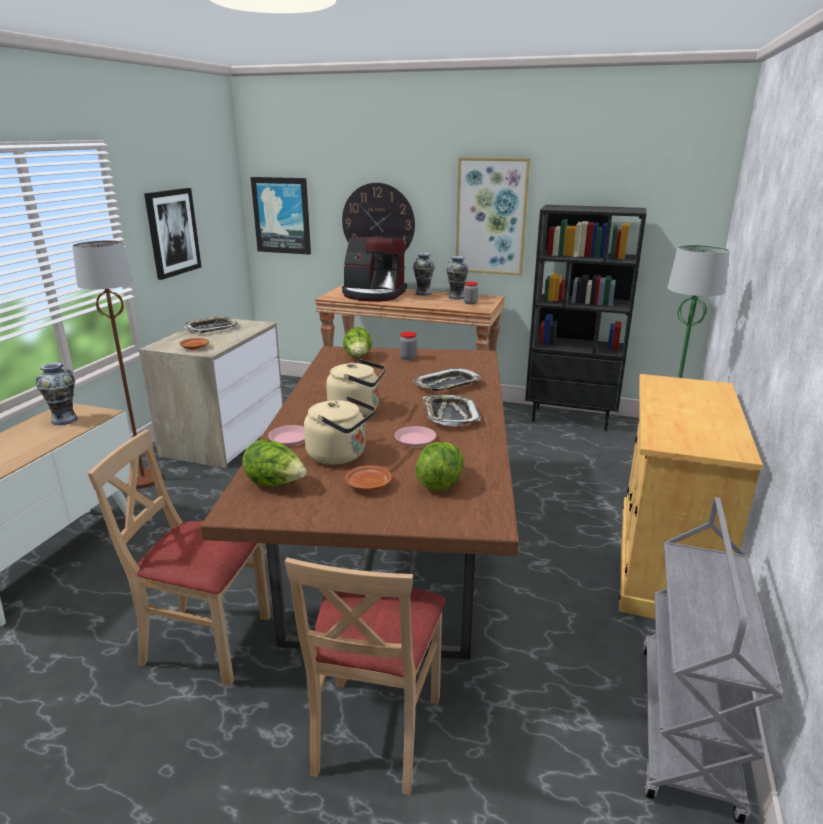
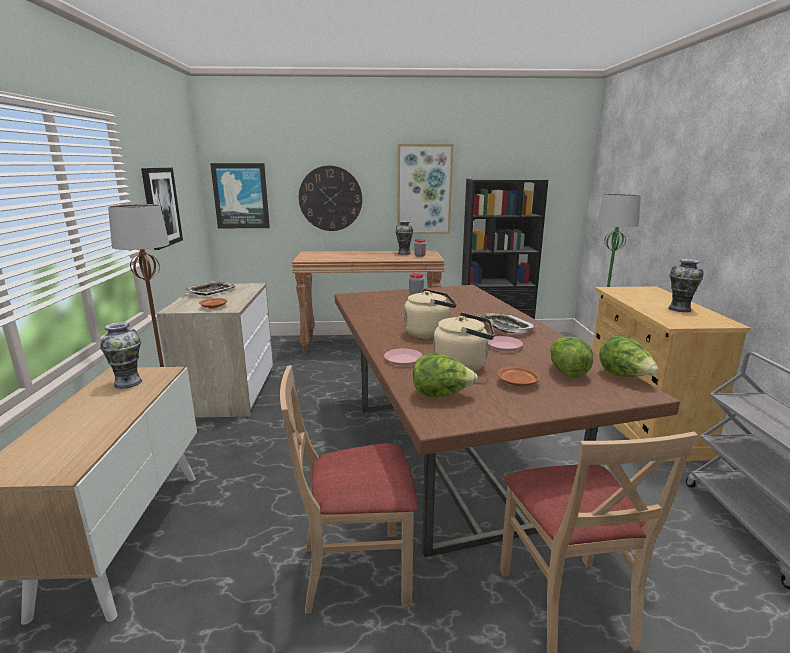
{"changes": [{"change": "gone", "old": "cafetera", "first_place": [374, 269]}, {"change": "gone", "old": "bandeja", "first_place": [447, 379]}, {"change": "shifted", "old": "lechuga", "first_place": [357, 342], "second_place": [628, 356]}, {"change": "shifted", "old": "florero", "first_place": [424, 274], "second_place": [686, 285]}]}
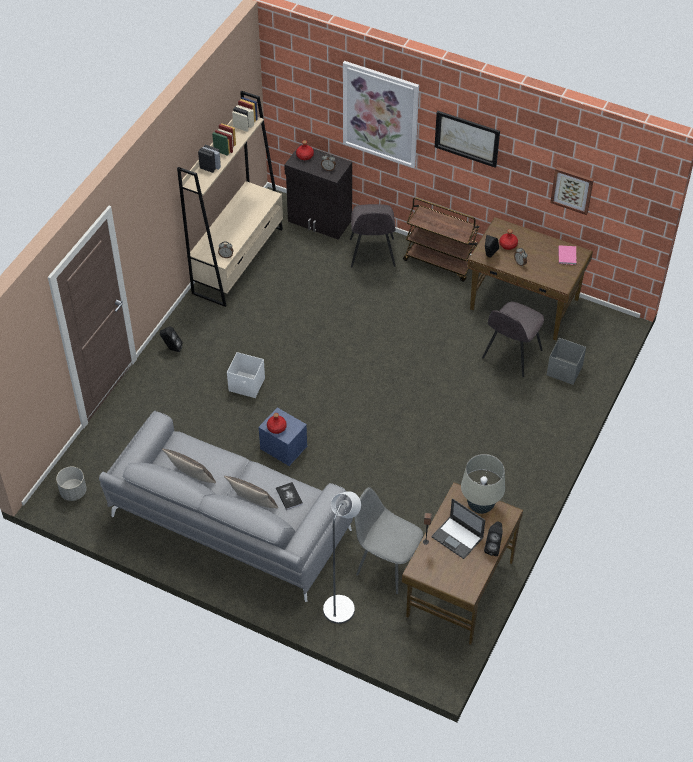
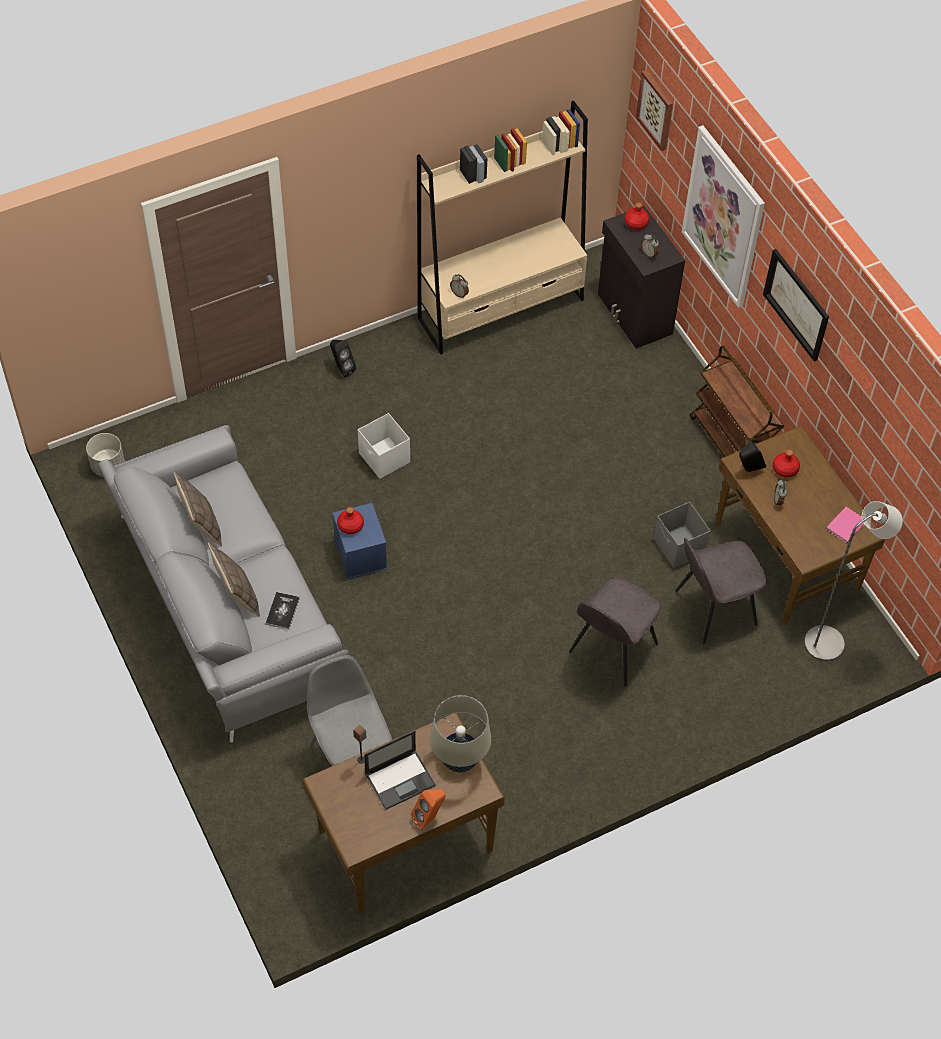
{"changes": [{"change": "shifted", "old": "lámpara de pie (gris)", "first_place": [342, 557], "second_place": [853, 581]}, {"change": "shifted", "old": "silla (gris)", "first_place": [373, 236], "second_place": [615, 632]}, {"change": "shifted", "old": "caja de almacenaje (gris)", "first_place": [566, 361], "second_place": [682, 535]}, {"change": "shifted", "old": "cuadro", "first_place": [572, 191], "second_place": [654, 110]}, {"change": "repainted", "old": "altavoz (negro)", "new": "altavoz (naranja)", "first_place": [493, 539], "second_place": [428, 809]}, {"change": "rotated", "old": "portátil", "first_place": [458, 528], "second_place": [400, 770], "degrees": -105}]}
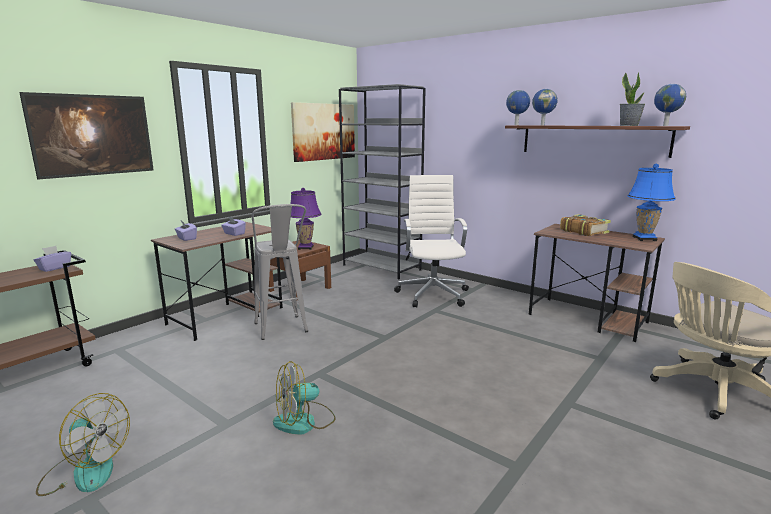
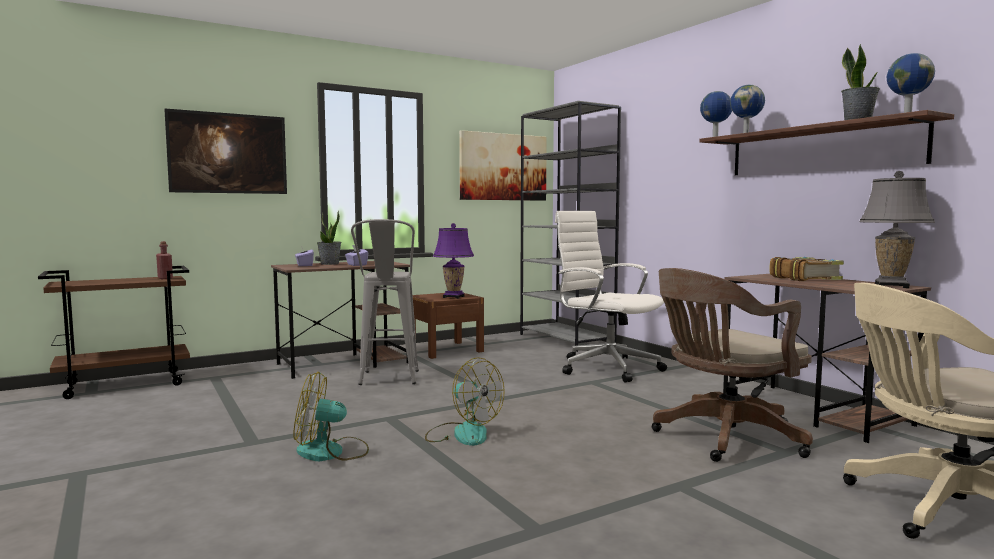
{"changes": [{"change": "new", "new": "planta en maceta", "second_place": [329, 238]}, {"change": "new", "new": "silla de oficina (marrón)", "second_place": [732, 365]}, {"change": "shifted", "old": "ventilador", "first_place": [83, 444], "second_place": [465, 401]}, {"change": "swapped", "old": "caja de pañuelos (morado)", "new": "botella (rojo)", "first_place": [52, 259], "second_place": [164, 260]}, {"change": "repainted", "old": "lámpara de mesa (azul)", "new": "lámpara de mesa (gris)", "first_place": [652, 202], "second_place": [897, 229]}, {"change": "rotated", "old": "silla de oficina (blanco)", "first_place": [431, 241], "second_place": [611, 297], "degrees": -60}]}
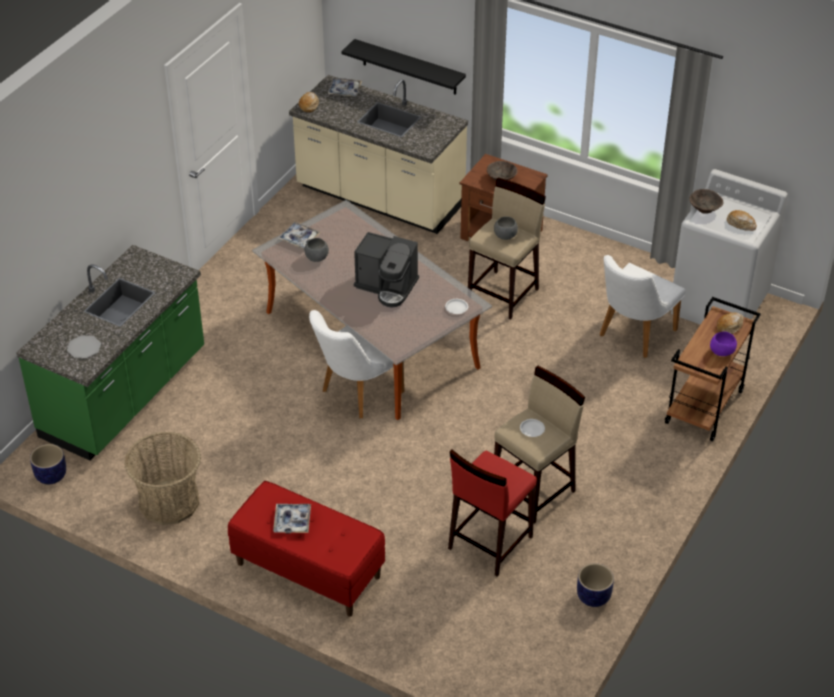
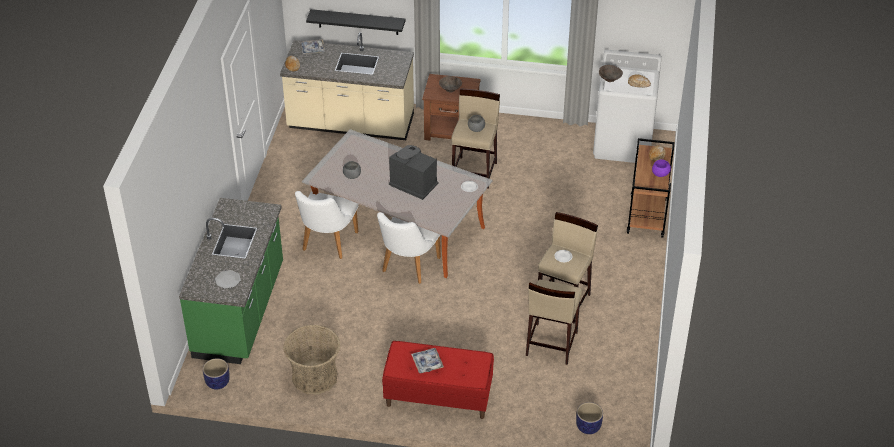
{"changes": [{"change": "gone", "old": "bandeja", "first_place": [299, 235]}, {"change": "shifted", "old": "maceta", "first_place": [595, 585], "second_place": [589, 418]}, {"change": "shifted", "old": "silla (blanco)", "first_place": [642, 306], "second_place": [327, 225]}, {"change": "repainted", "old": "taburete (rojo)", "new": "taburete (beis)", "first_place": [492, 513], "second_place": [554, 322]}, {"change": "rotated", "old": "cafetera", "first_place": [386, 269], "second_place": [413, 172], "degrees": -150}]}
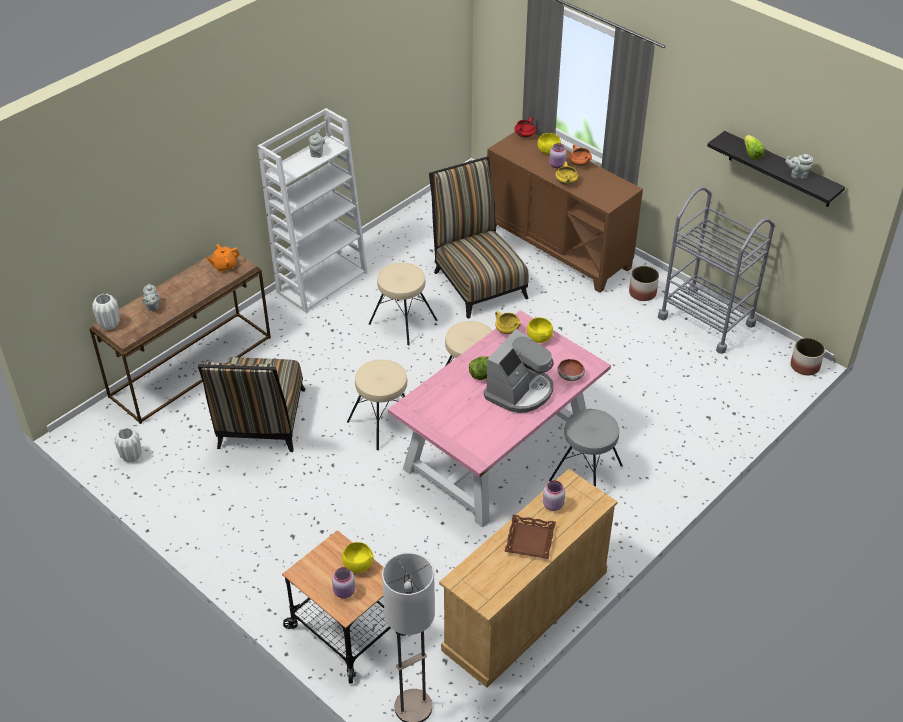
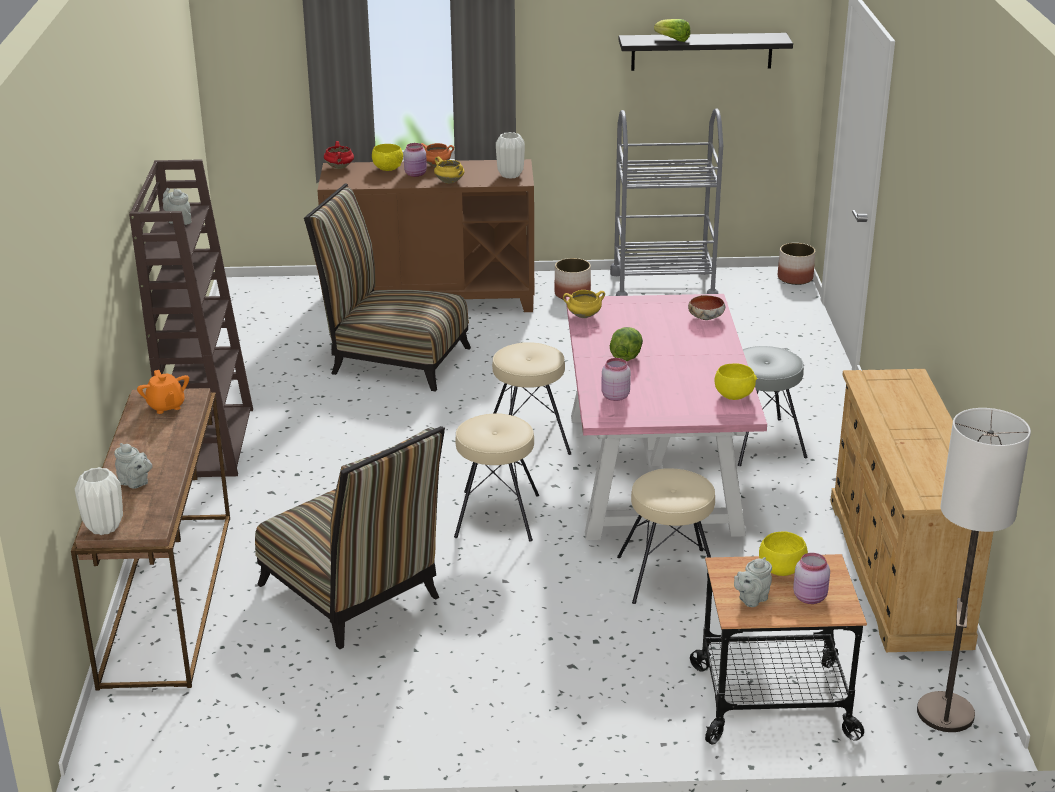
{"changes": [{"change": "gone", "old": "cafetera", "first_place": [519, 371]}, {"change": "gone", "old": "bandeja (marrón)", "first_place": [530, 537]}, {"change": "shifted", "old": "florero (blanco)", "first_place": [128, 445], "second_place": [510, 155]}, {"change": "shifted", "old": "taburete (beis)", "first_place": [403, 304], "second_place": [666, 536]}, {"change": "shifted", "old": "cuenco (amarillo)", "first_place": [540, 330], "second_place": [736, 382]}, {"change": "shifted", "old": "tarro (rosa)", "first_place": [554, 495], "second_place": [616, 379]}, {"change": "shifted", "old": "tetera (gris)", "first_place": [799, 166], "second_place": [753, 582]}, {"change": "repainted", "old": "estantería (blanco)", "new": "estantería (marrón)", "first_place": [313, 210], "second_place": [191, 318]}, {"change": "rotated", "old": "tetera (naranja)", "first_place": [223, 258], "second_place": [163, 392], "degrees": -45}]}
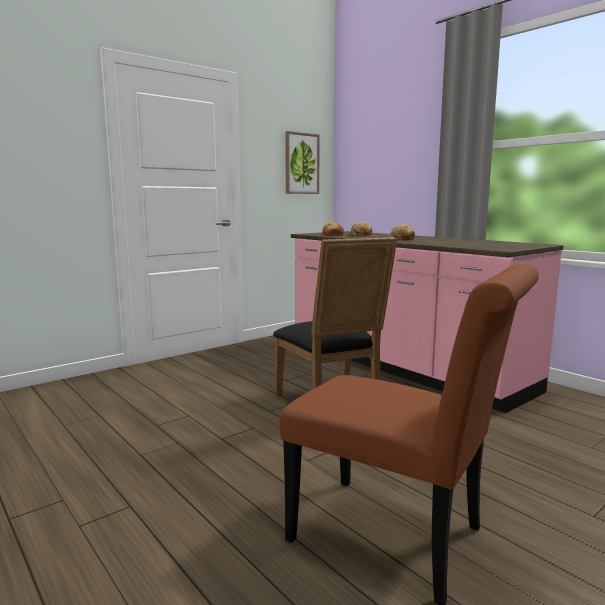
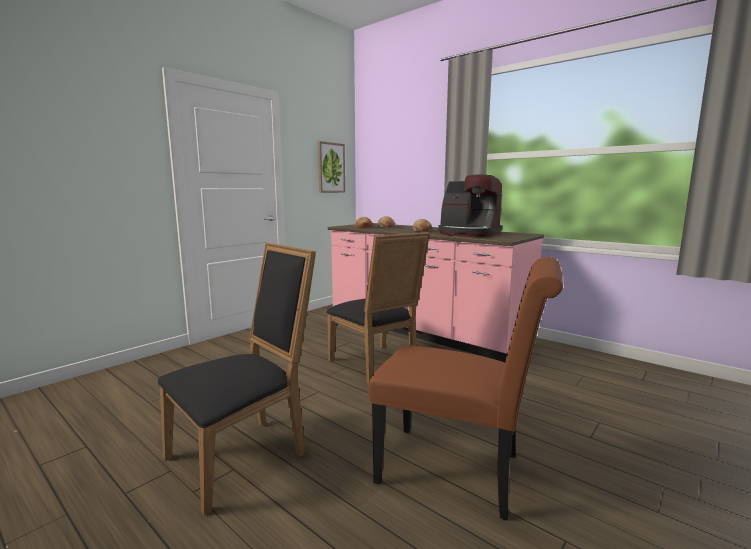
{"changes": [{"change": "new", "new": "silla (negro)", "second_place": [237, 379]}, {"change": "new", "new": "cafetera", "second_place": [470, 206]}]}
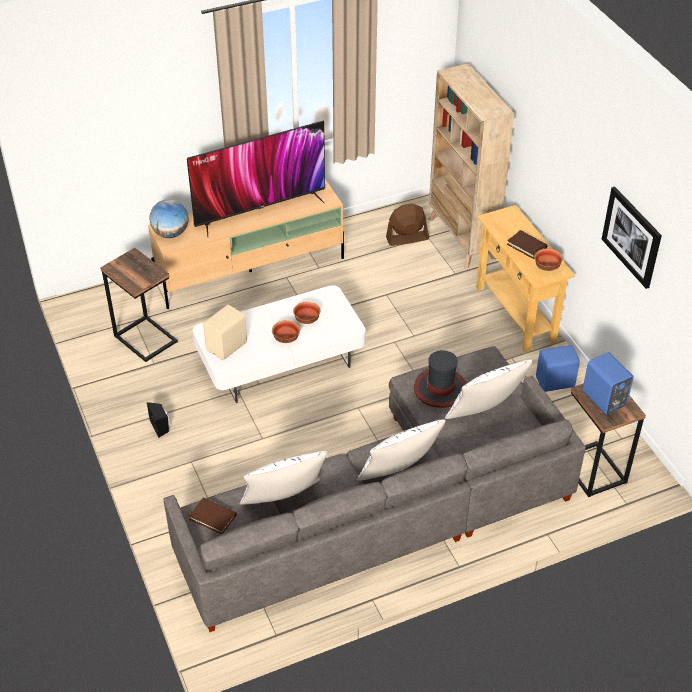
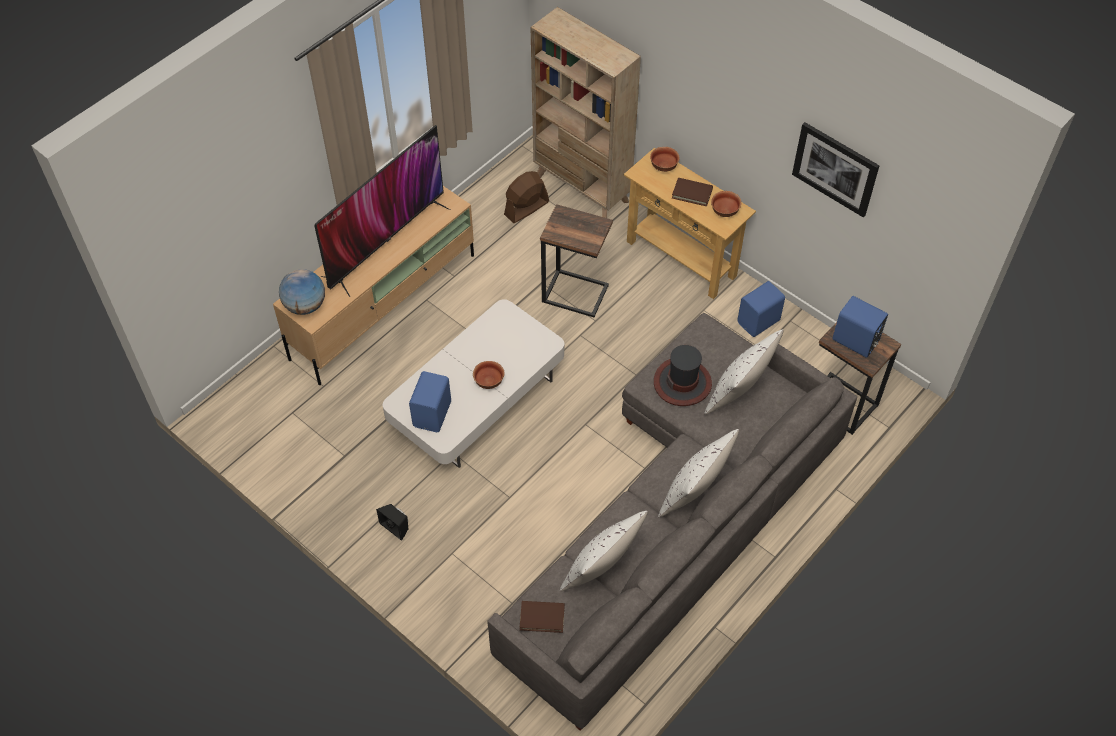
{"changes": [{"change": "shifted", "old": "mesa auxiliar", "first_place": [139, 305], "second_place": [576, 260]}, {"change": "shifted", "old": "cuenco", "first_place": [306, 313], "second_place": [665, 159]}, {"change": "repainted", "old": "altavoz (beis)", "new": "altavoz (azul)", "first_place": [225, 332], "second_place": [430, 401]}]}
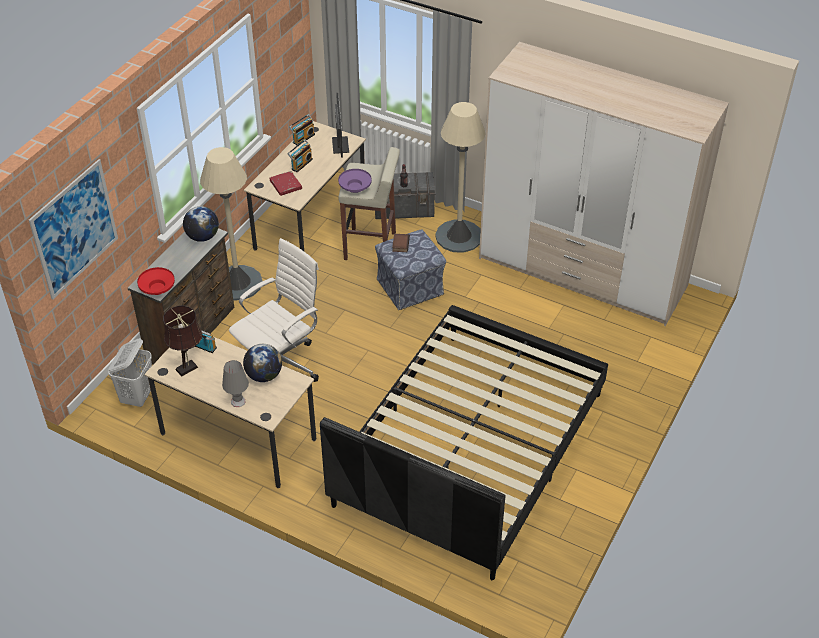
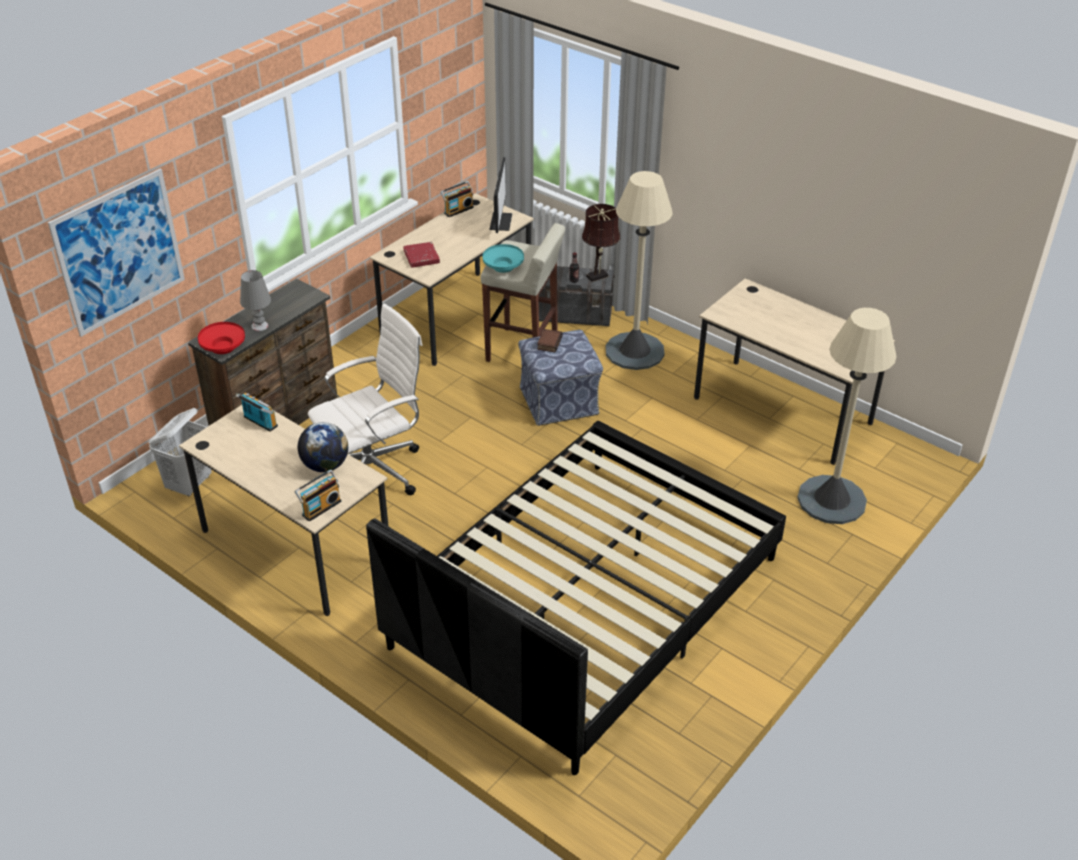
{"changes": [{"change": "gone", "old": "globo terráqueo", "first_place": [201, 224]}, {"change": "shifted", "old": "lámpara de mesa (marrón)", "first_place": [182, 341], "second_place": [601, 243]}, {"change": "shifted", "old": "lámpara de pie (beis)", "first_place": [231, 224], "second_place": [847, 416]}, {"change": "shifted", "old": "lámpara de mesa (gris)", "first_place": [235, 383], "second_place": [255, 300]}, {"change": "shifted", "old": "radio", "first_place": [300, 155], "second_place": [318, 496]}, {"change": "swapped", "old": "armario ropero", "new": "escritorio (beis)", "first_place": [604, 184], "second_place": [794, 371]}, {"change": "repainted", "old": "cuenco (morado)", "new": "cuenco (turquesa)", "first_place": [355, 181], "second_place": [503, 258]}]}
